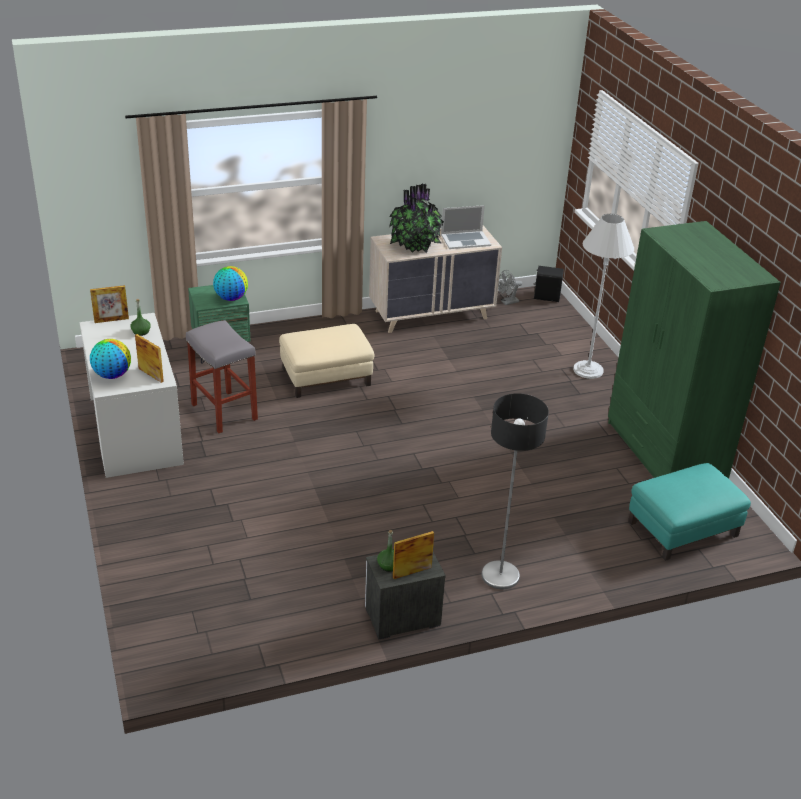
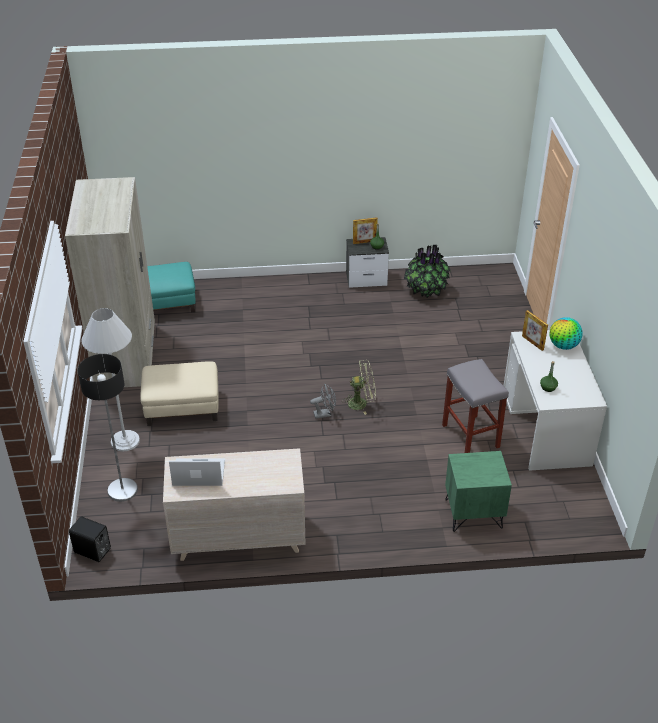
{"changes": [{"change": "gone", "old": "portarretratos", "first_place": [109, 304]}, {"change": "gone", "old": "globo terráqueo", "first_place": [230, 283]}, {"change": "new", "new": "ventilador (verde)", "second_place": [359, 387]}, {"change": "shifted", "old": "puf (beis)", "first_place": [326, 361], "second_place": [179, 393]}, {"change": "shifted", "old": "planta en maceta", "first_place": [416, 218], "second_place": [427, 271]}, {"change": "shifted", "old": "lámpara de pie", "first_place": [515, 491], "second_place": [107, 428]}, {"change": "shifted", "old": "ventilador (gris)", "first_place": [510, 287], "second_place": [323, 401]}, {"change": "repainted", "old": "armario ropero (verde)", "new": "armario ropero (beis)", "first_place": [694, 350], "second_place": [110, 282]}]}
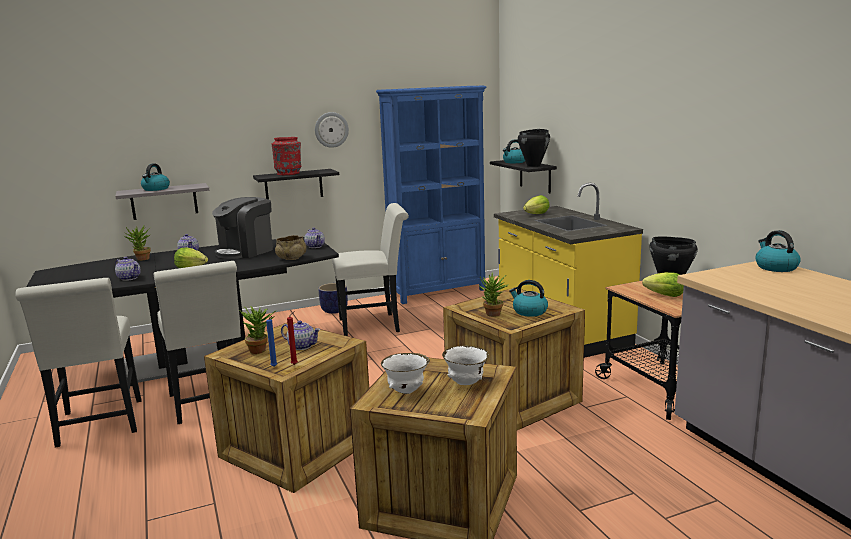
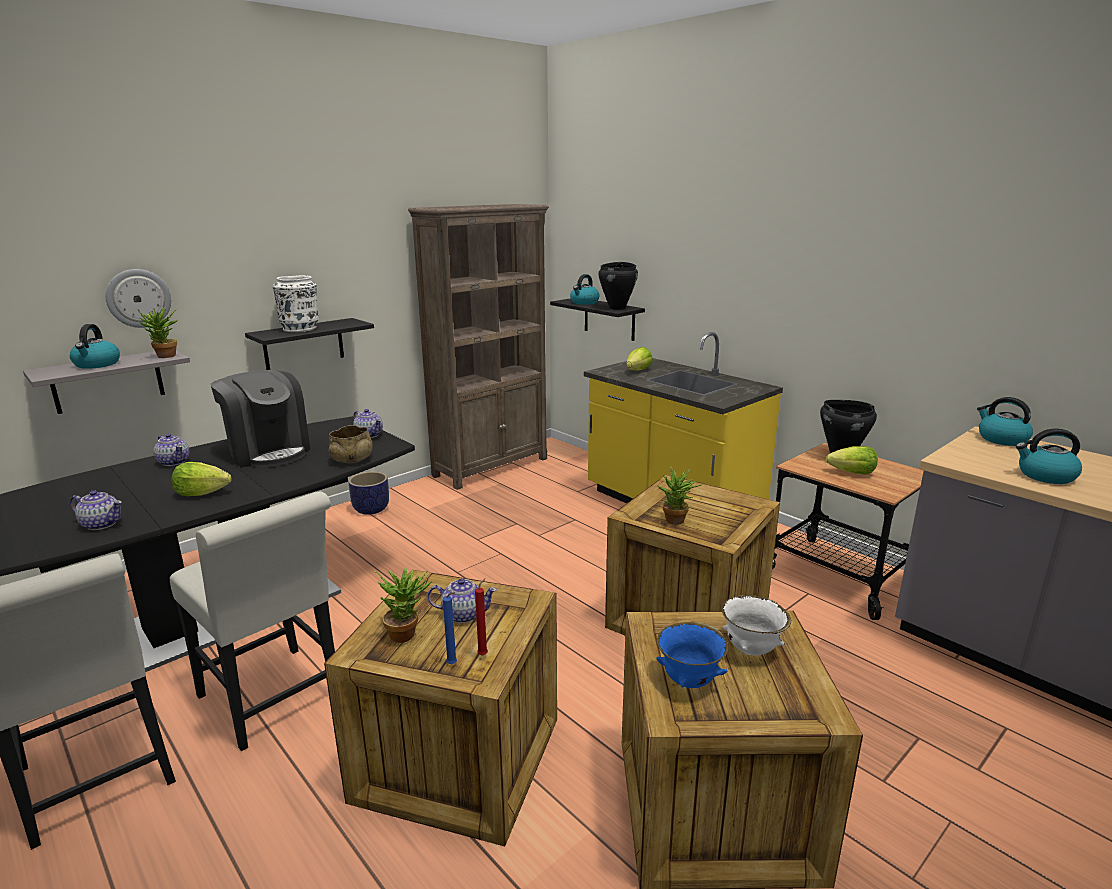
{"changes": [{"change": "gone", "old": "silla (blanco)", "first_place": [370, 269]}, {"change": "shifted", "old": "planta en maceta", "first_place": [137, 243], "second_place": [158, 332]}, {"change": "shifted", "old": "reloj de pared", "first_place": [332, 130], "second_place": [138, 298]}, {"change": "shifted", "old": "hervidor", "first_place": [528, 298], "second_place": [1049, 456]}, {"change": "repainted", "old": "florero (rojo)", "new": "florero (blanco)", "first_place": [286, 156], "second_place": [296, 303]}, {"change": "repainted", "old": "estantería (azul)", "new": "estantería (marrón)", "first_place": [431, 195], "second_place": [478, 347]}, {"change": "repainted", "old": "cuenco (blanco)", "new": "cuenco (azul)", "first_place": [405, 373], "second_place": [692, 655]}, {"change": "rotated", "old": "cafetera", "first_place": [242, 228], "second_place": [260, 419], "degrees": -60}]}
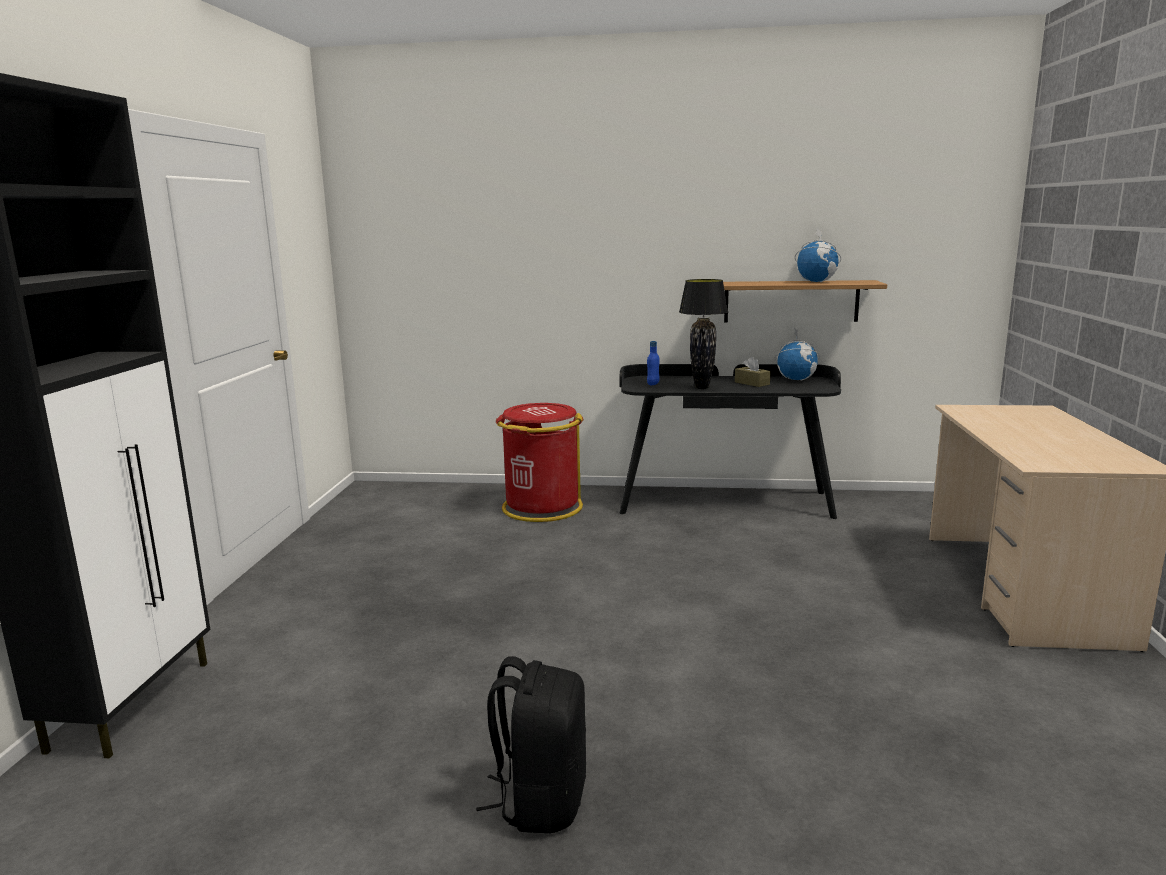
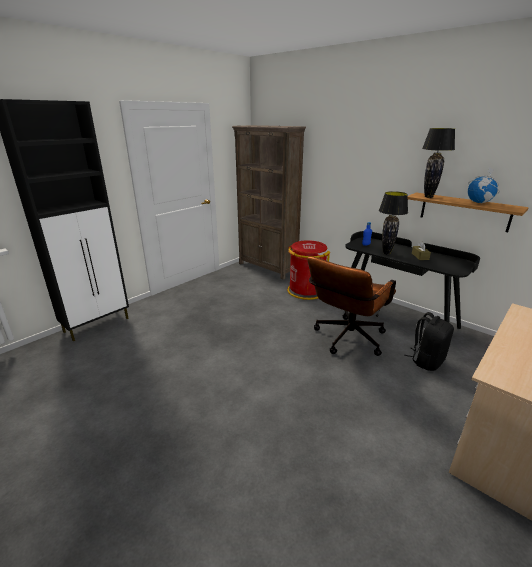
{"changes": [{"change": "gone", "old": "globo terráqueo", "first_place": [797, 354]}, {"change": "new", "new": "estantería (marrón)", "second_place": [269, 202]}, {"change": "new", "new": "silla de oficina (marrón)", "second_place": [351, 306]}, {"change": "new", "new": "lámpara de mesa (negro)", "second_place": [438, 163]}, {"change": "shifted", "old": "mochila (negro)", "first_place": [531, 744], "second_place": [429, 341]}]}
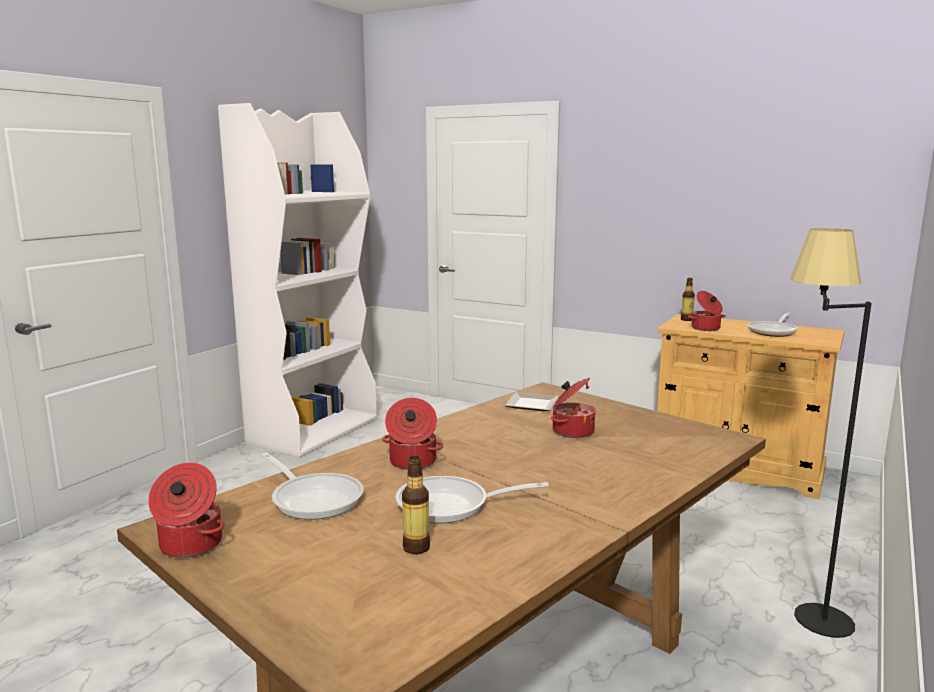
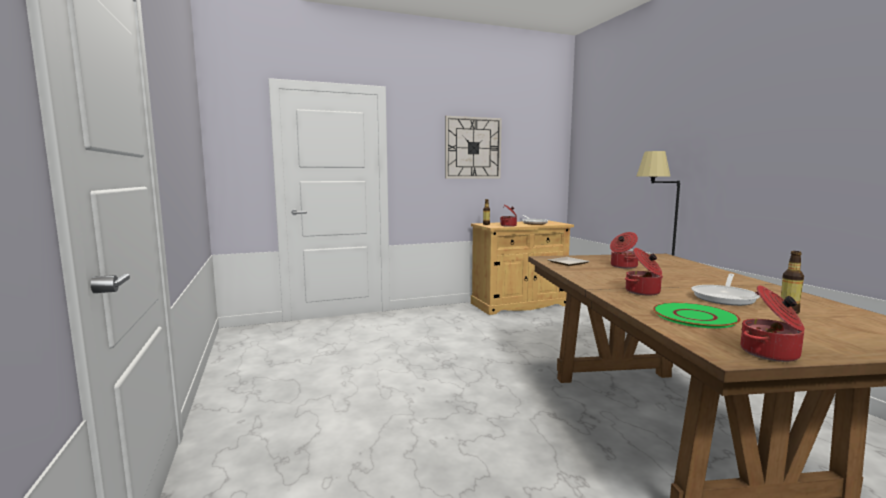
{"changes": [{"change": "gone", "old": "estantería (blanco)", "first_place": [297, 280]}, {"change": "new", "new": "reloj de pared", "second_place": [473, 147]}, {"change": "swapped", "old": "sartén", "new": "plato (verde)", "first_place": [312, 486], "second_place": [697, 315]}]}
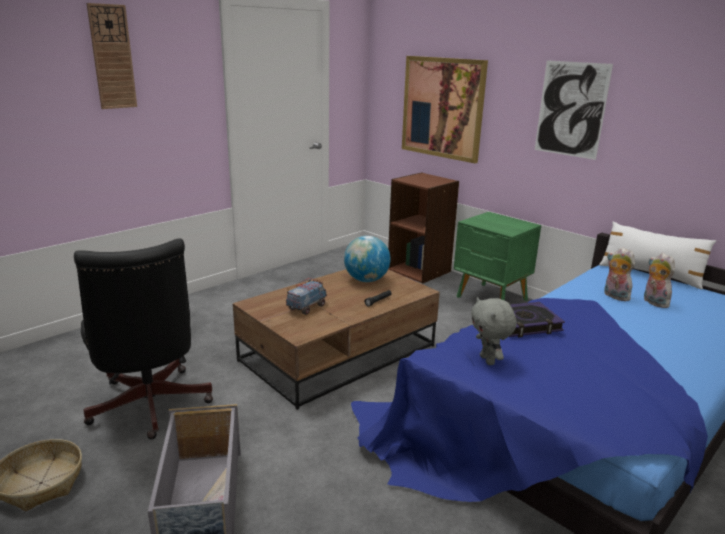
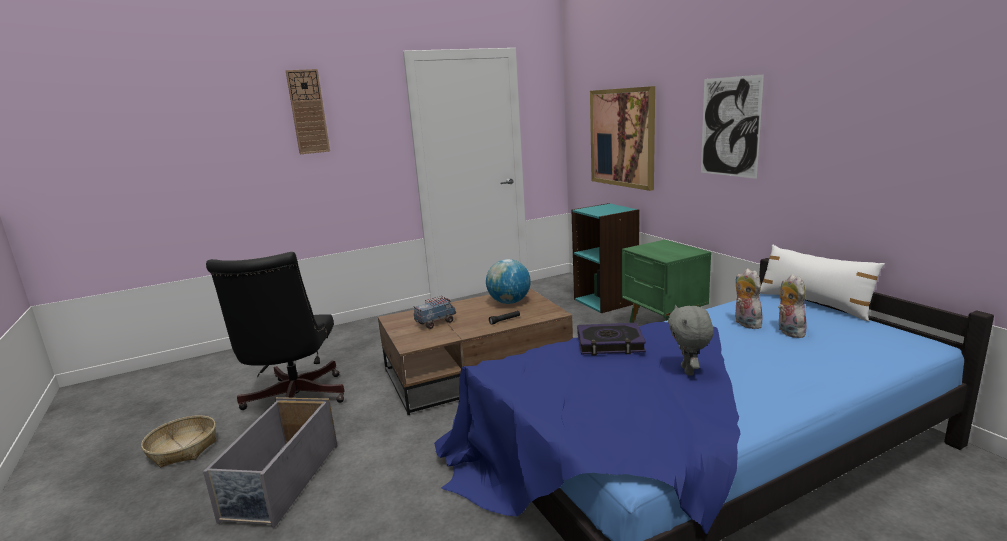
{"changes": [{"change": "shifted", "old": "peluche (gris)", "first_place": [494, 331], "second_place": [691, 340]}, {"change": "repainted", "old": "estantería (marrón)", "new": "estantería (turquesa)", "first_place": [423, 227], "second_place": [605, 258]}]}
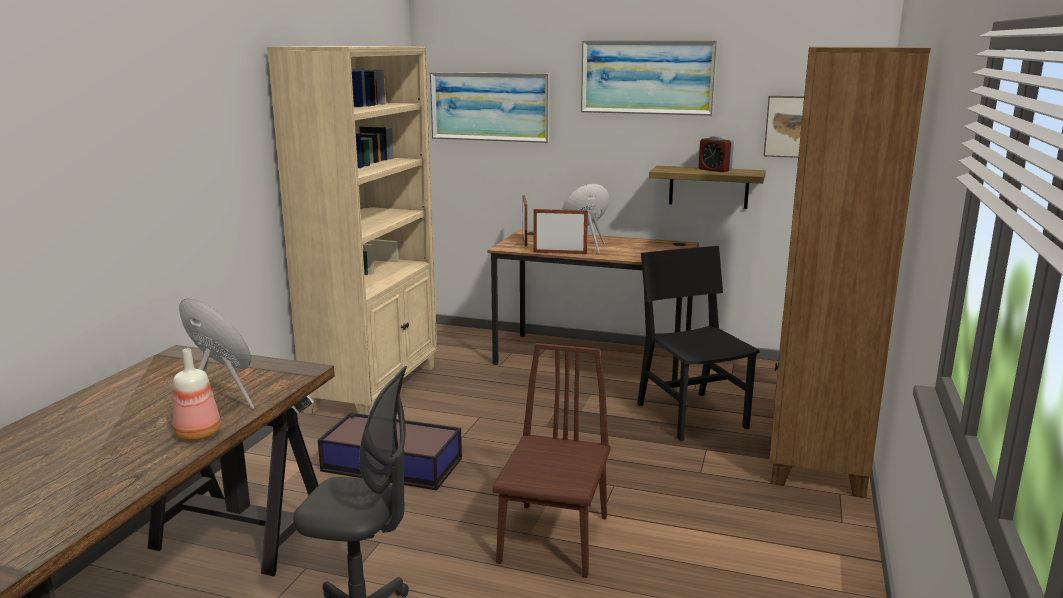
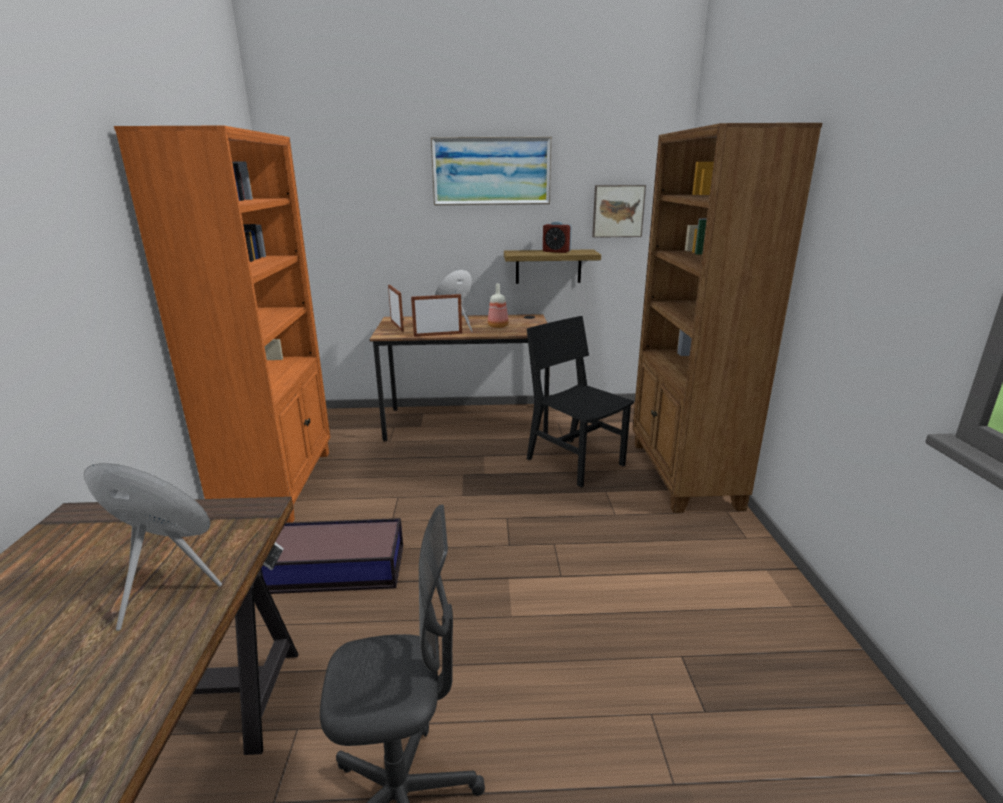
{"changes": [{"change": "gone", "old": "cuadro", "first_place": [490, 107]}, {"change": "gone", "old": "silla (marrón)", "first_place": [551, 460]}, {"change": "shifted", "old": "botella", "first_place": [197, 395], "second_place": [498, 306]}, {"change": "repainted", "old": "estantería (beis)", "new": "estantería (naranja)", "first_place": [352, 230], "second_place": [222, 324]}]}
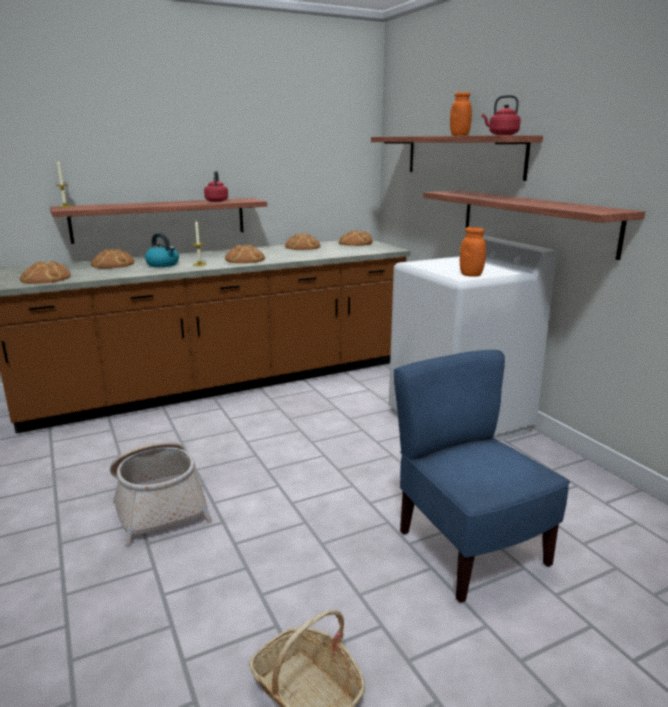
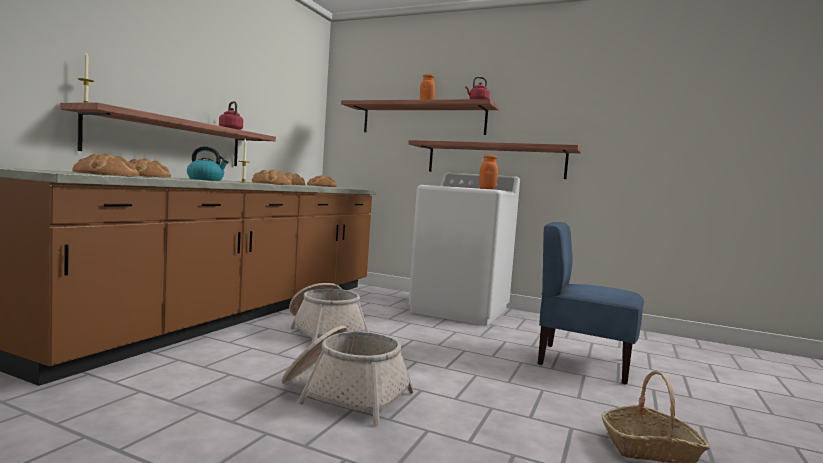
{"changes": [{"change": "new", "new": "cesta", "second_place": [329, 313]}]}
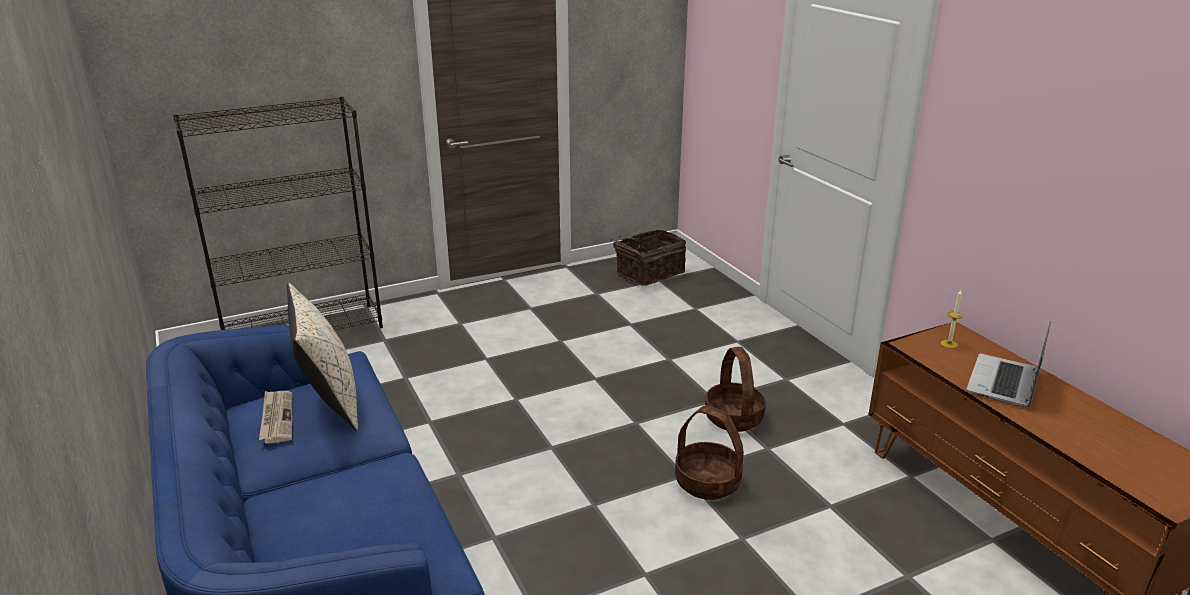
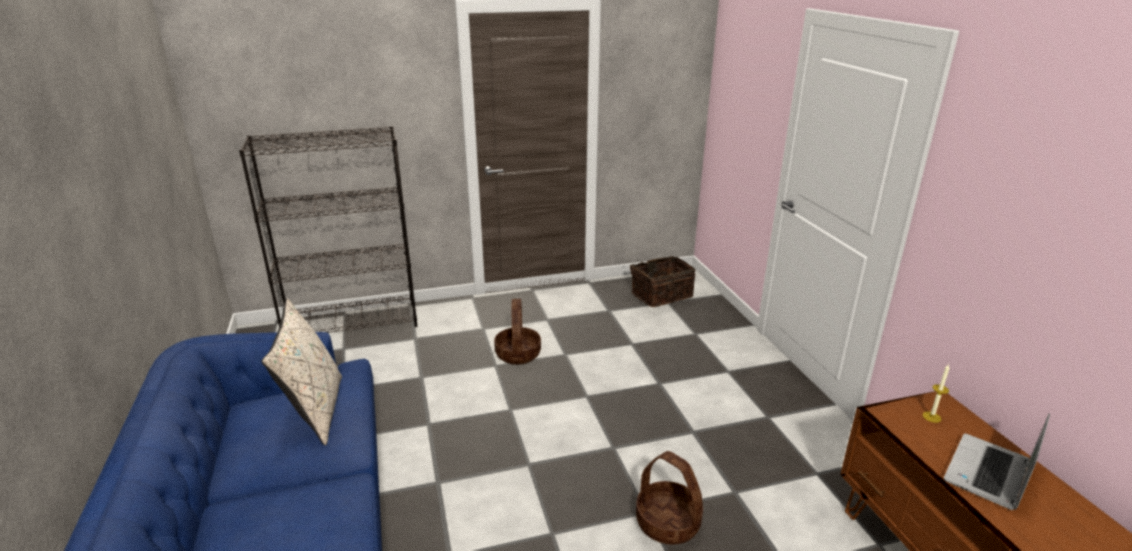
{"changes": [{"change": "gone", "old": "periódico", "first_place": [275, 417]}, {"change": "shifted", "old": "cesta", "first_place": [735, 389], "second_place": [517, 332]}]}
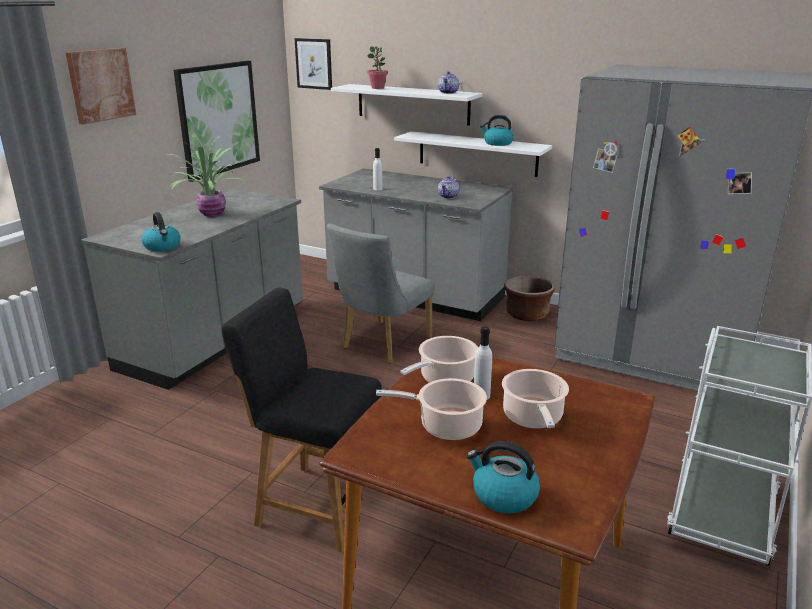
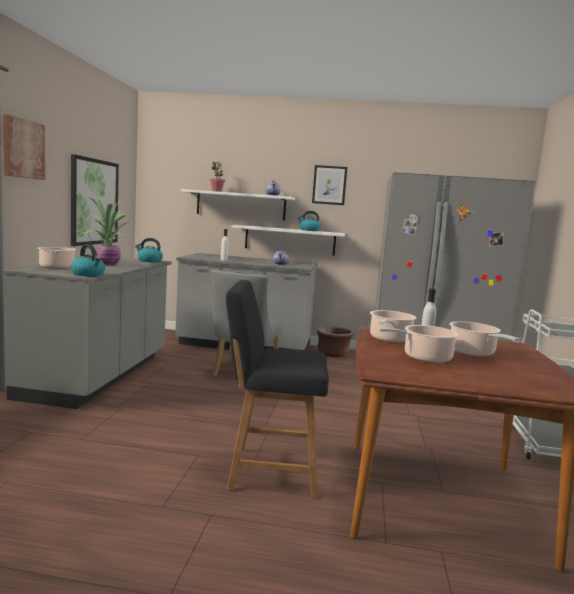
{"changes": [{"change": "new", "new": "olla", "second_place": [56, 258]}, {"change": "shifted", "old": "cuadro", "first_place": [313, 64], "second_place": [329, 185]}, {"change": "shifted", "old": "hervidor", "first_place": [503, 477], "second_place": [149, 250]}]}
